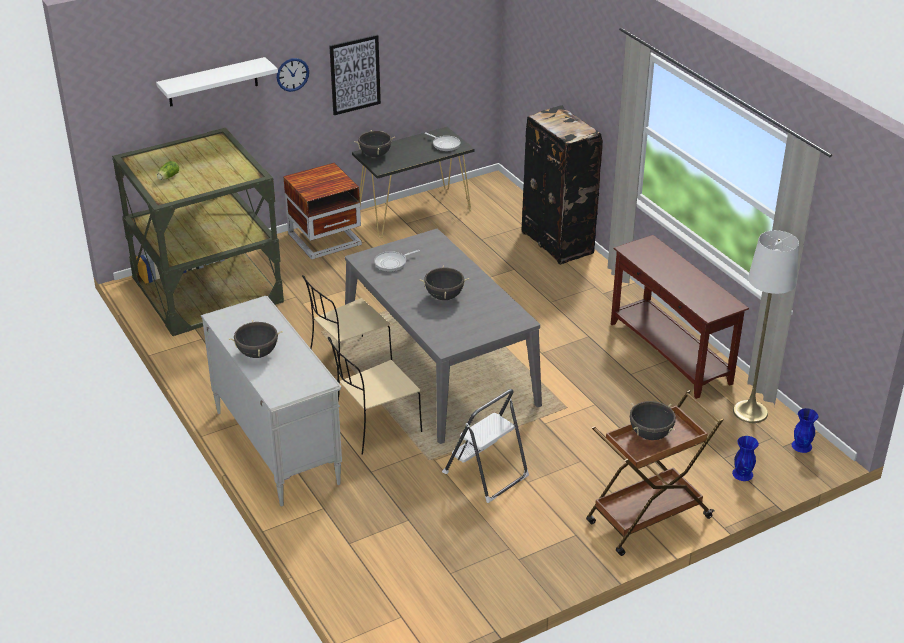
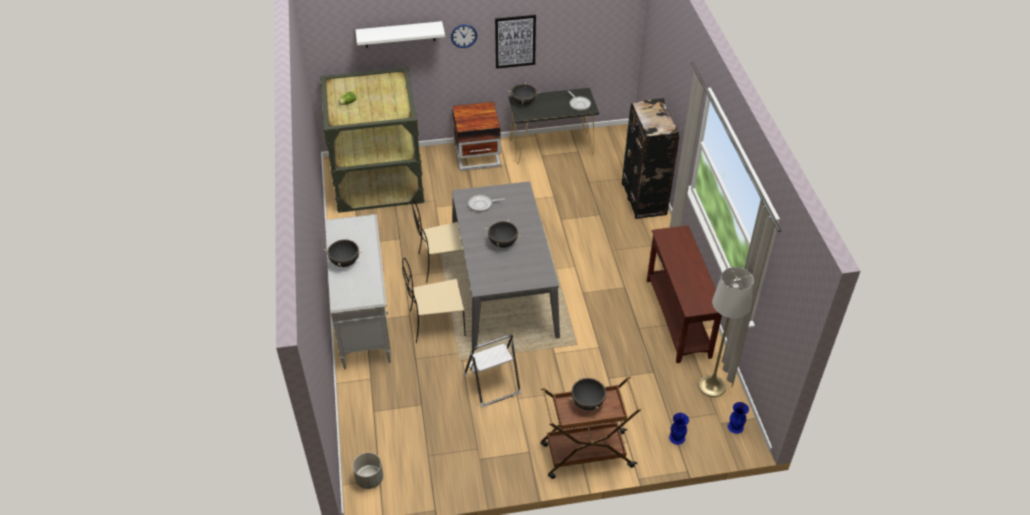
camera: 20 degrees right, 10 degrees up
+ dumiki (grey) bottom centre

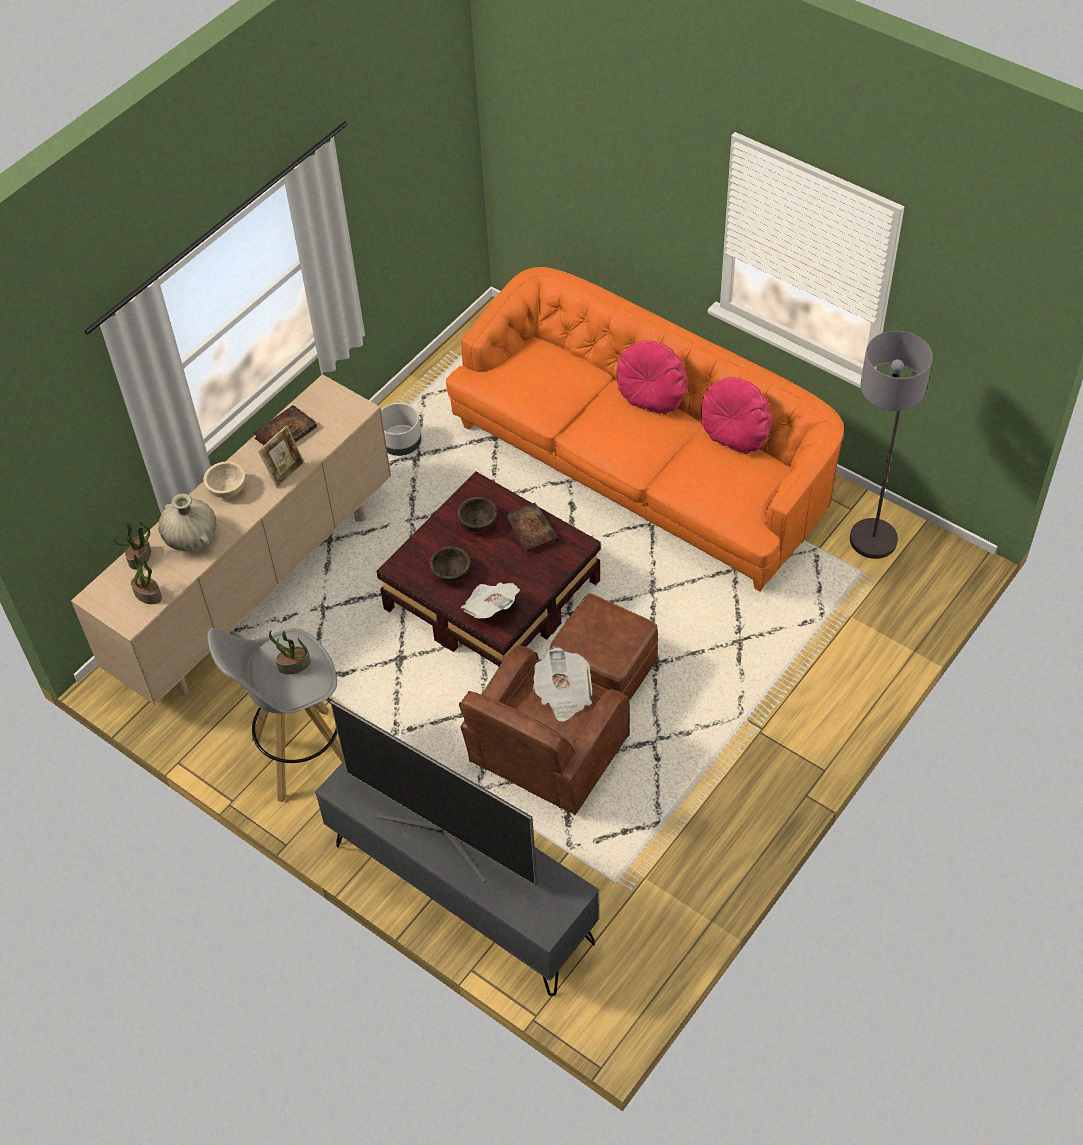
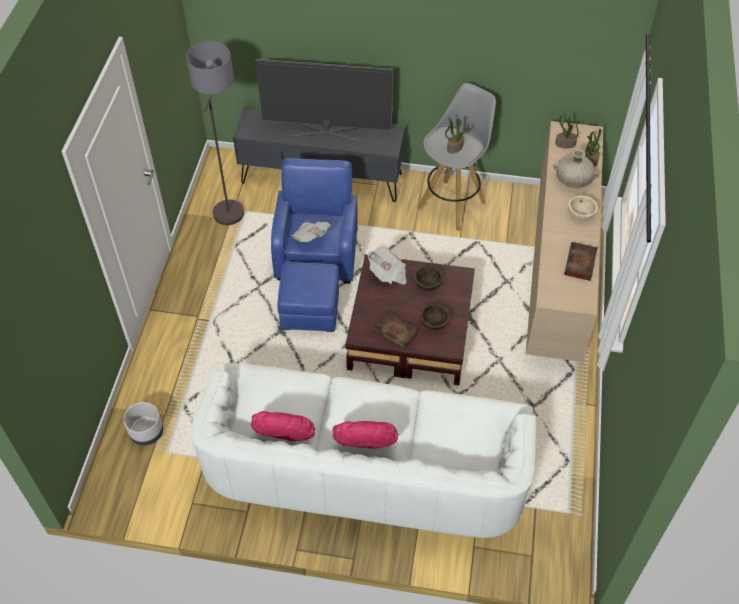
camera: 150 degrees right, 0 degrees up
- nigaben middle left
~ dumiki (grey) centre to bottom left
~ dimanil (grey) middle right to top left
~ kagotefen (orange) centre to kagotefen (white) bottom centre
~ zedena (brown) centre to zedena (blue) centre

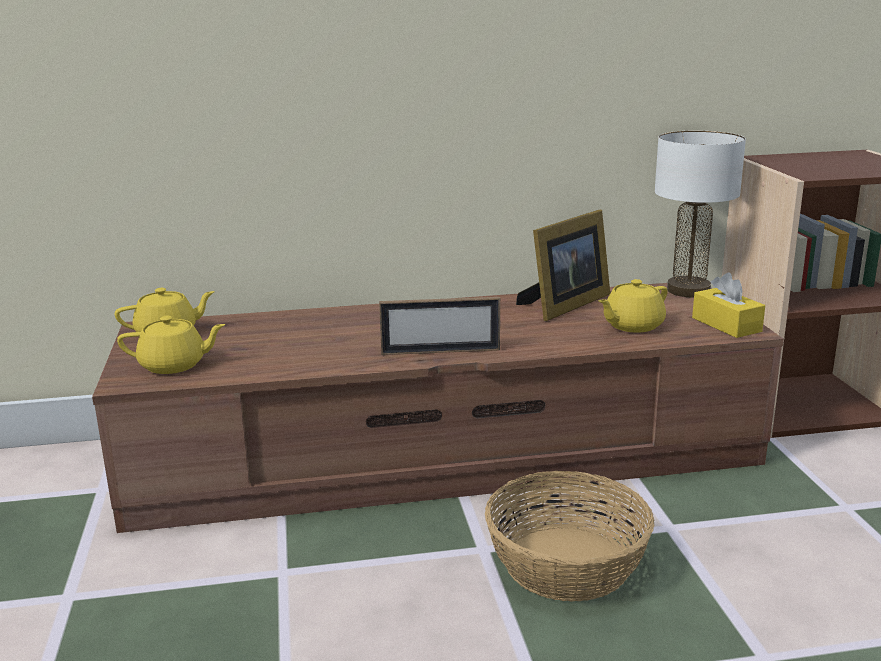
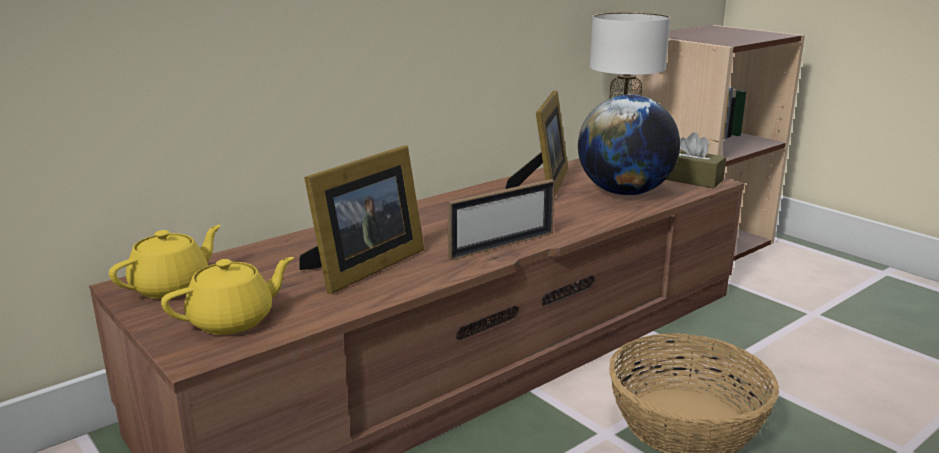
camera: 30 degrees left, 0 degrees up
+ nigaben (no. 1 from left) centre
~ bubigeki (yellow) (no. 3 from left) middle right to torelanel top right
~ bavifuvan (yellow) middle right to bavifuvan (brown) middle right

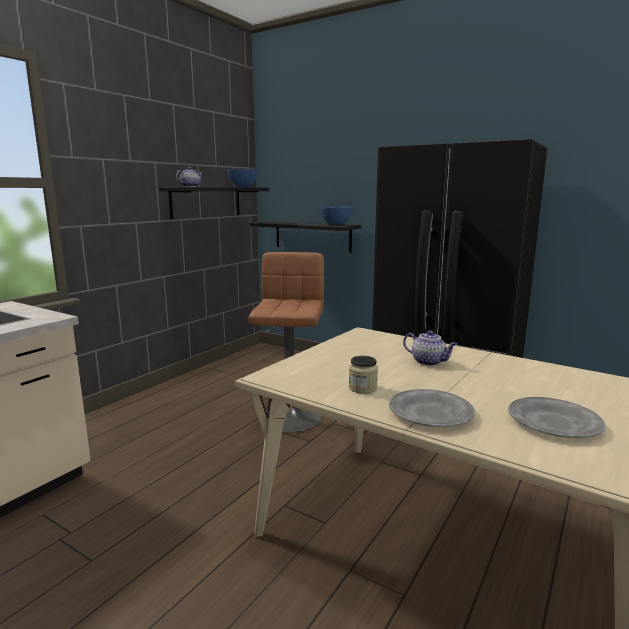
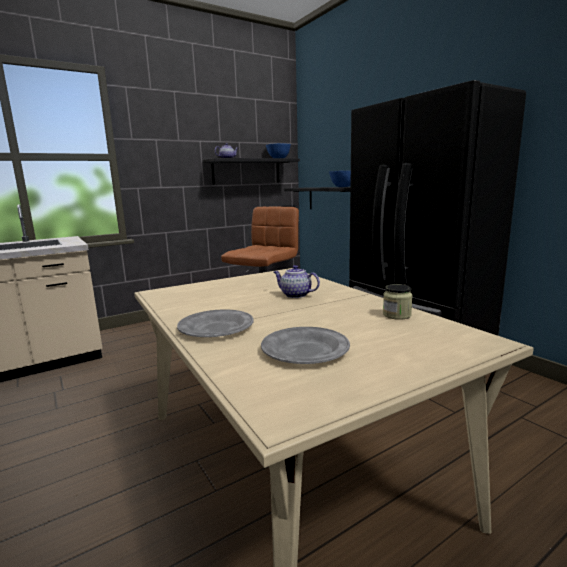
camera: 25 degrees right, 0 degrees up
~ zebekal centre to middle right
~ bubigeki (no. 2 from left) middle right = centre 150 degrees clockwise

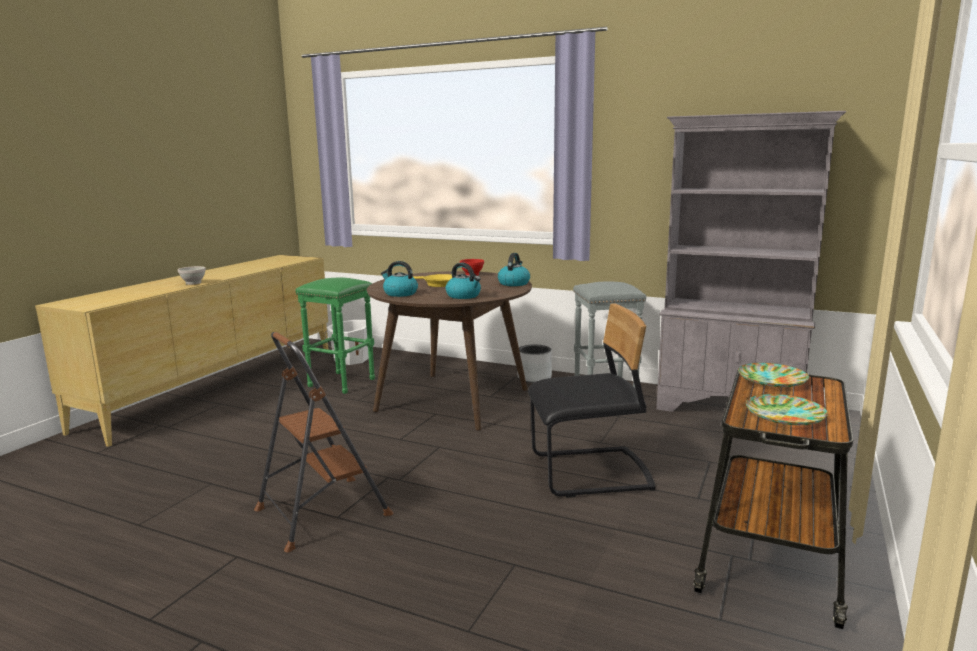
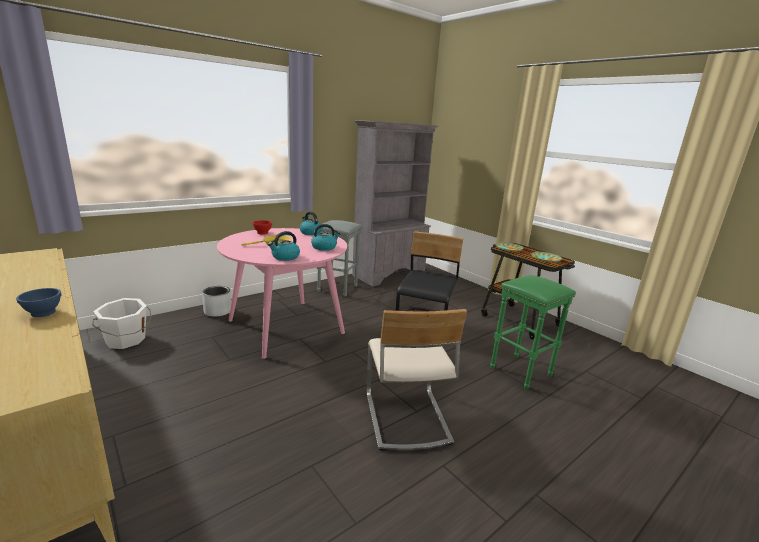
camera: 65 degrees left, 5 degrees up
~ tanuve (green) centre to middle right
~ dumiki (grey) centre to middle left
~ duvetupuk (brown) bottom left to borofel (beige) bottom centre
~ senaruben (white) middle left to senaruben (blue) middle left
~ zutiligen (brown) centre to zutiligen (pink) centre

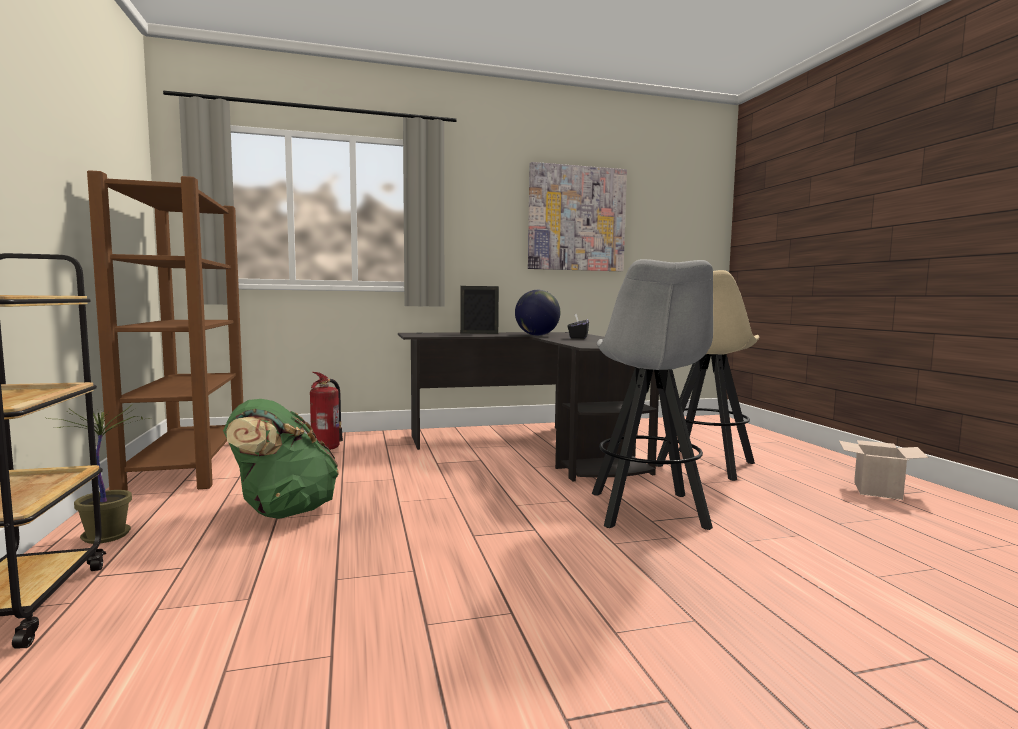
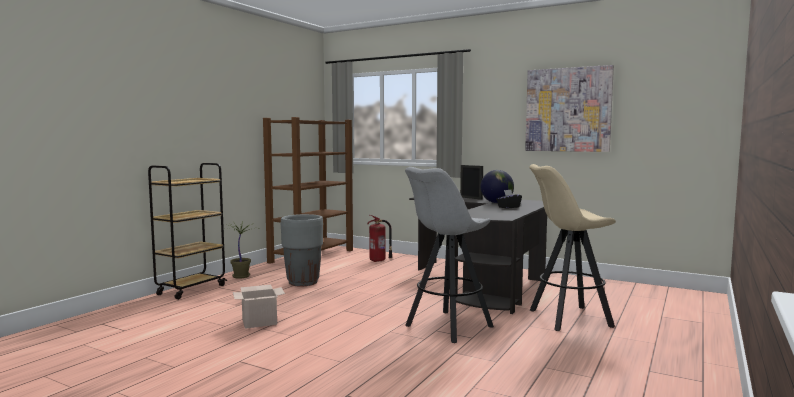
camera: 45 degrees right, 0 degrees up
~ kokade middle right to bottom left
~ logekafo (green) middle left to dumiki (grey) centre

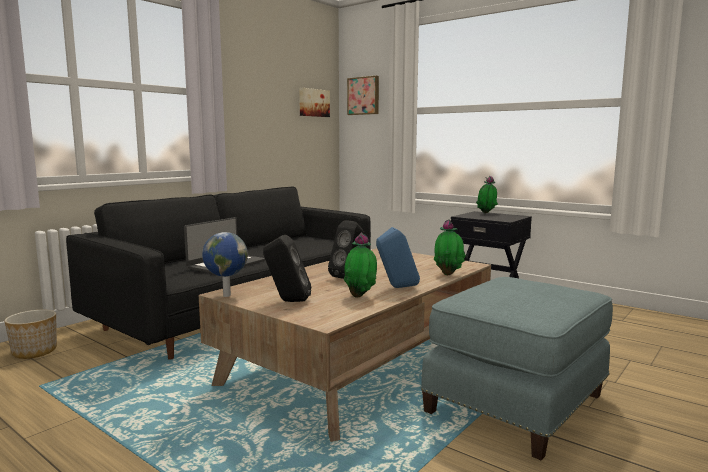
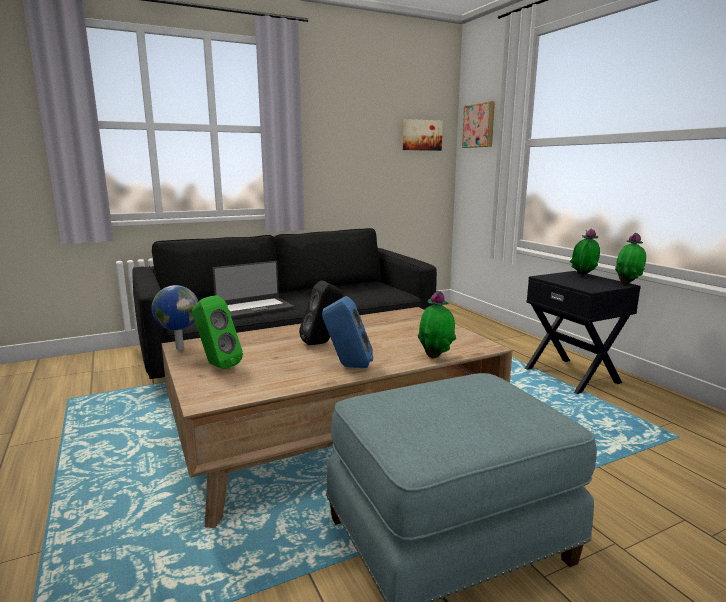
camera: 25 degrees right, 5 degrees up
- dumiki bottom left
~ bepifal (no. 1 from left in the first image) centre to bepifal (no. 3 from left) middle right
~ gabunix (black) (no. 1 from left) centre to gabunix (green) middle left

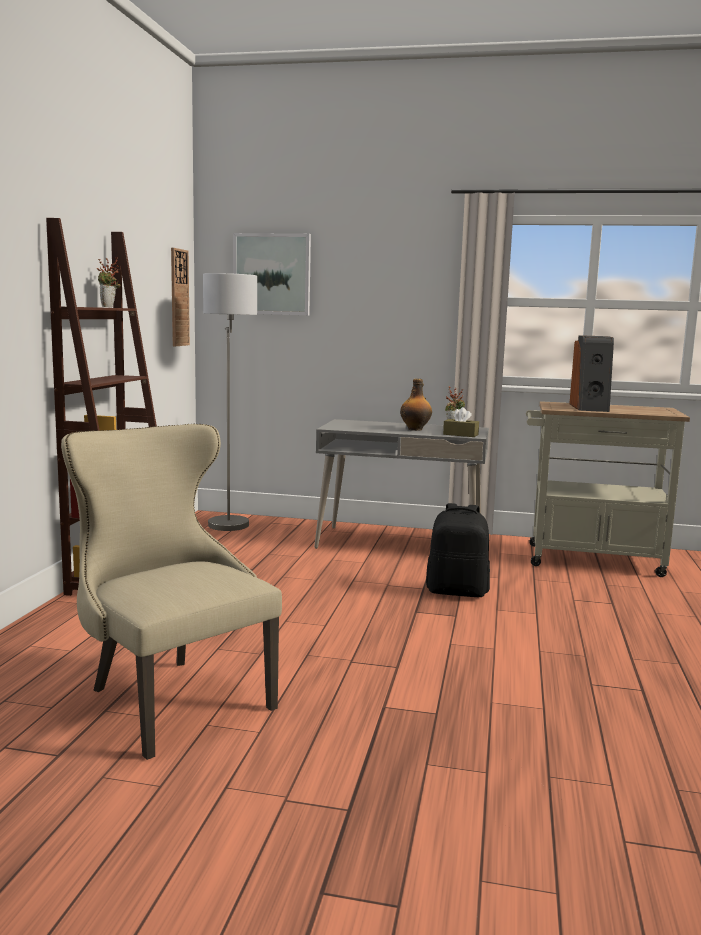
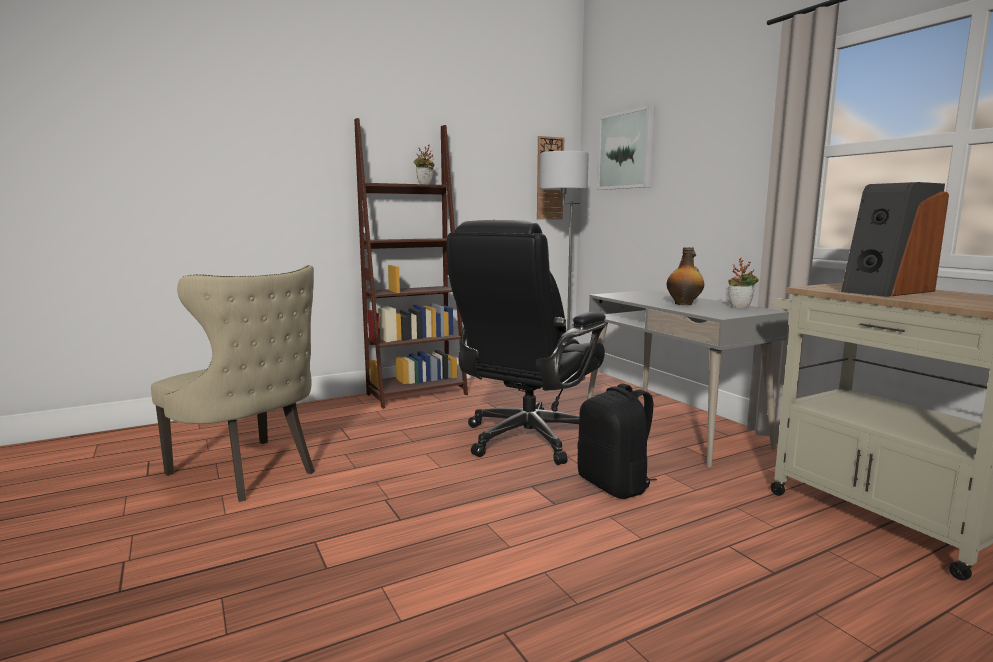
camera: 50 degrees right, 0 degrees up
- bavifuvan (brown) centre
+ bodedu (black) centre
~ borofel (beige) middle left = middle left 120 degrees clockwise

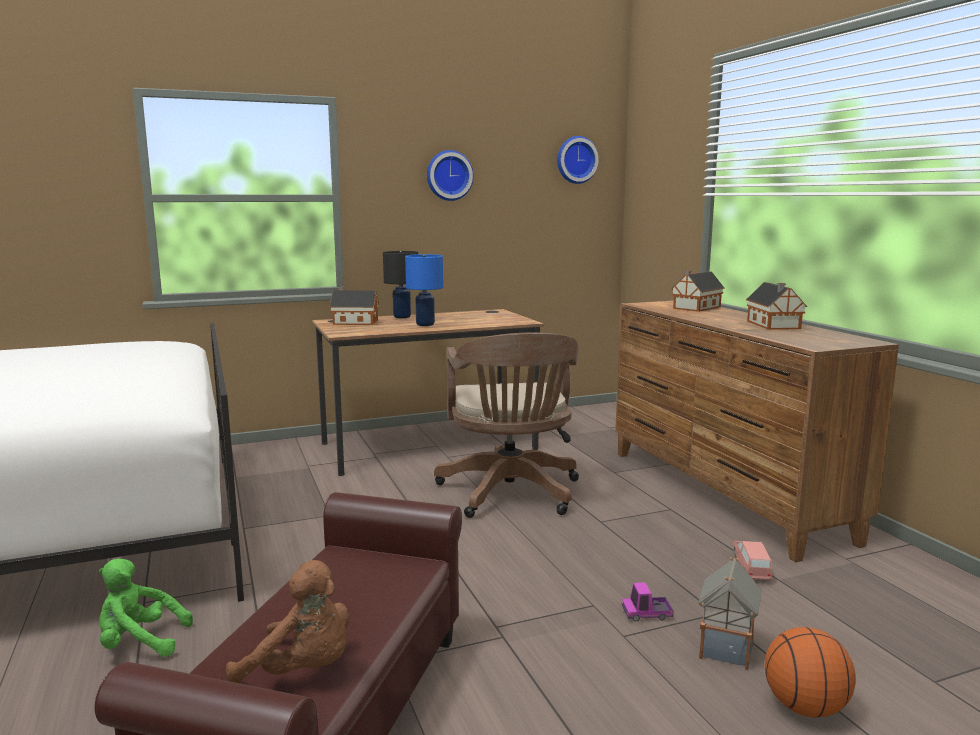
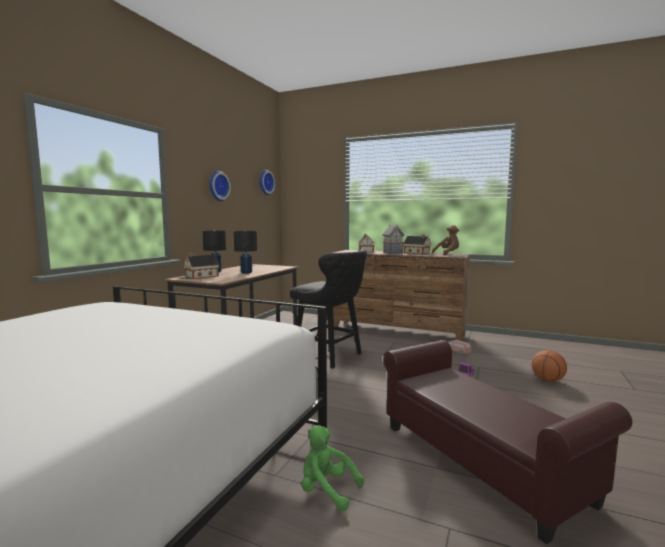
camera: 45 degrees left, 5 degrees down
~ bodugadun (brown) bottom left to middle right
~ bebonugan (no. 3 from left) bottom right to centre
~ bodedu (brown) centre to tanuve (black) centre
~ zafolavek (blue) centre to zafolavek (black) (no. 2 from left) centre
~ bodugadun (green) bottom left = bottom centre 75 degrees clockwise

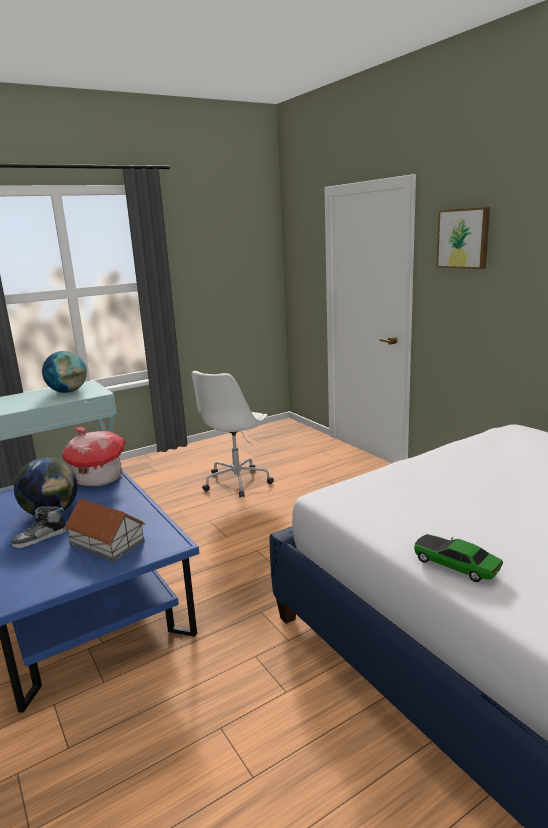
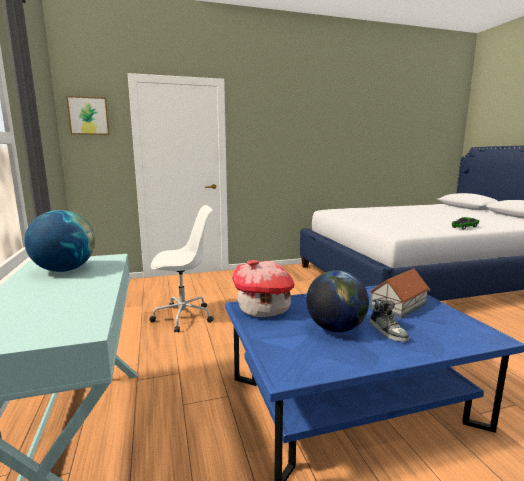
camera: 75 degrees left, 5 degrees down
~ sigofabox top right to top left
~ bodedu (white) centre = centre 60 degrees counterclockwise

